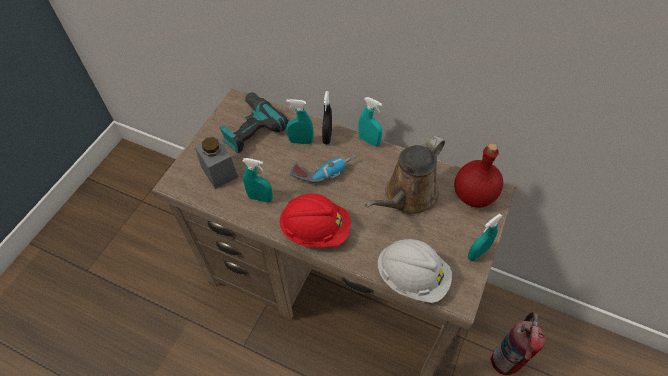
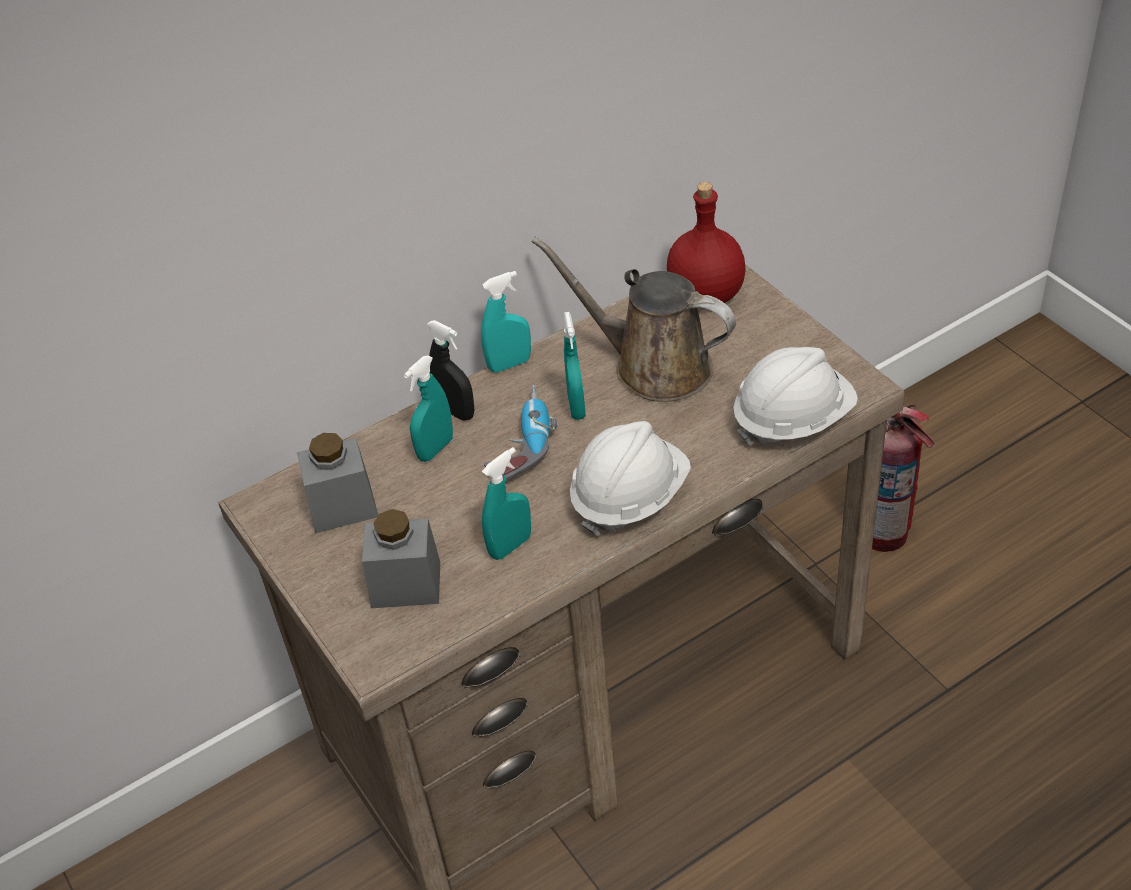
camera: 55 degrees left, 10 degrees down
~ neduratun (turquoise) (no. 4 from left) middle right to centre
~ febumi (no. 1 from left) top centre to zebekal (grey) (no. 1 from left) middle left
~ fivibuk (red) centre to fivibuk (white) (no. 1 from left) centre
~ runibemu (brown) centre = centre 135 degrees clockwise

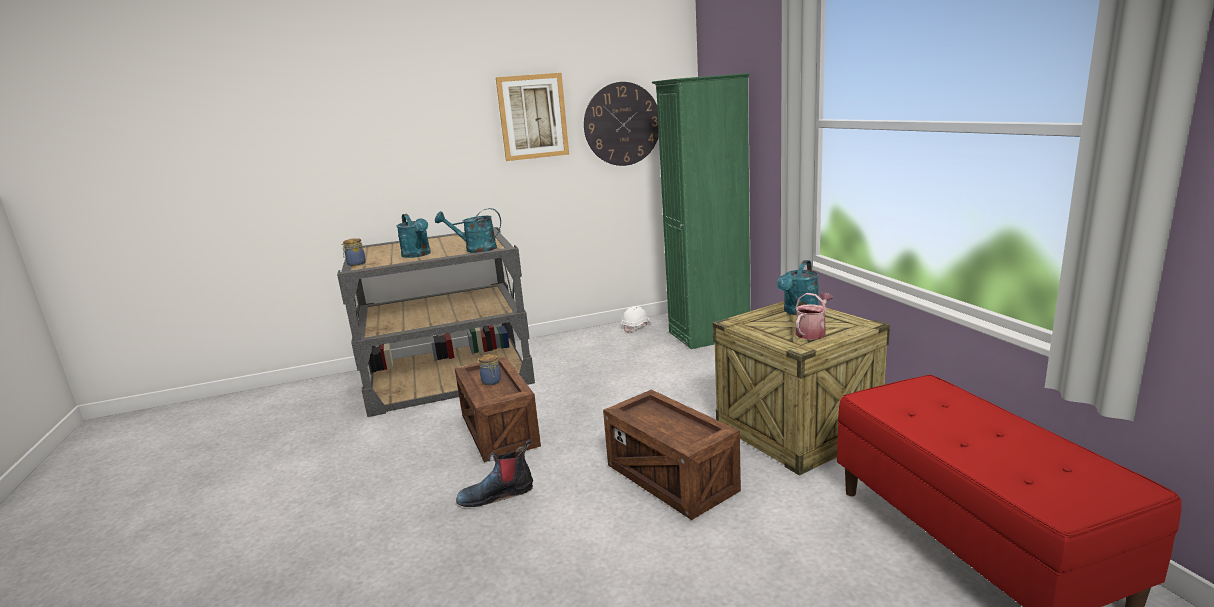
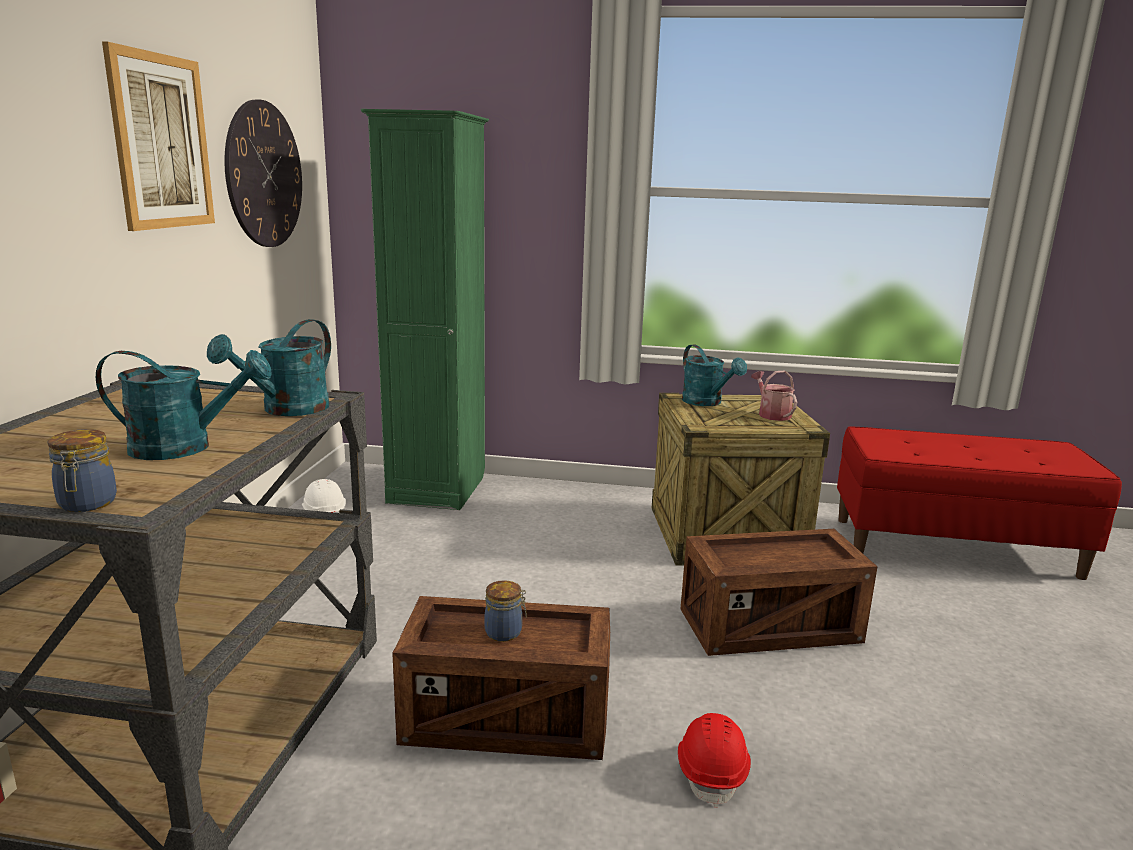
camera: 65 degrees left, 0 degrees up
~ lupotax bottom centre to fivibuk (red) bottom centre

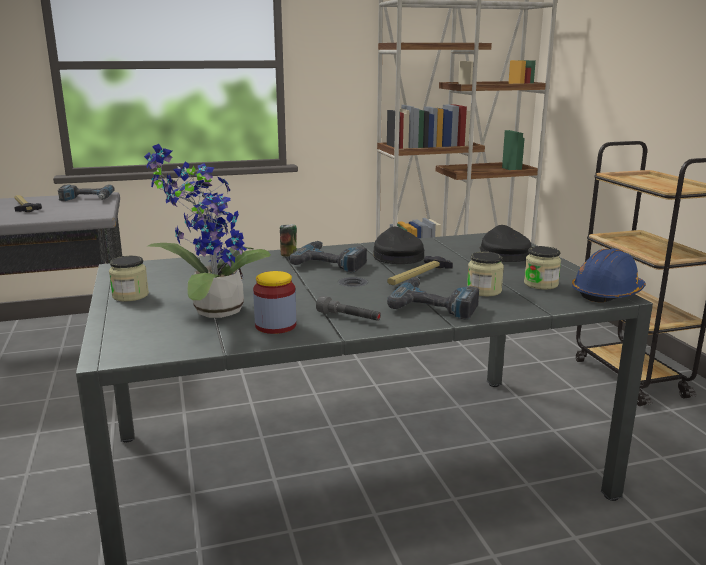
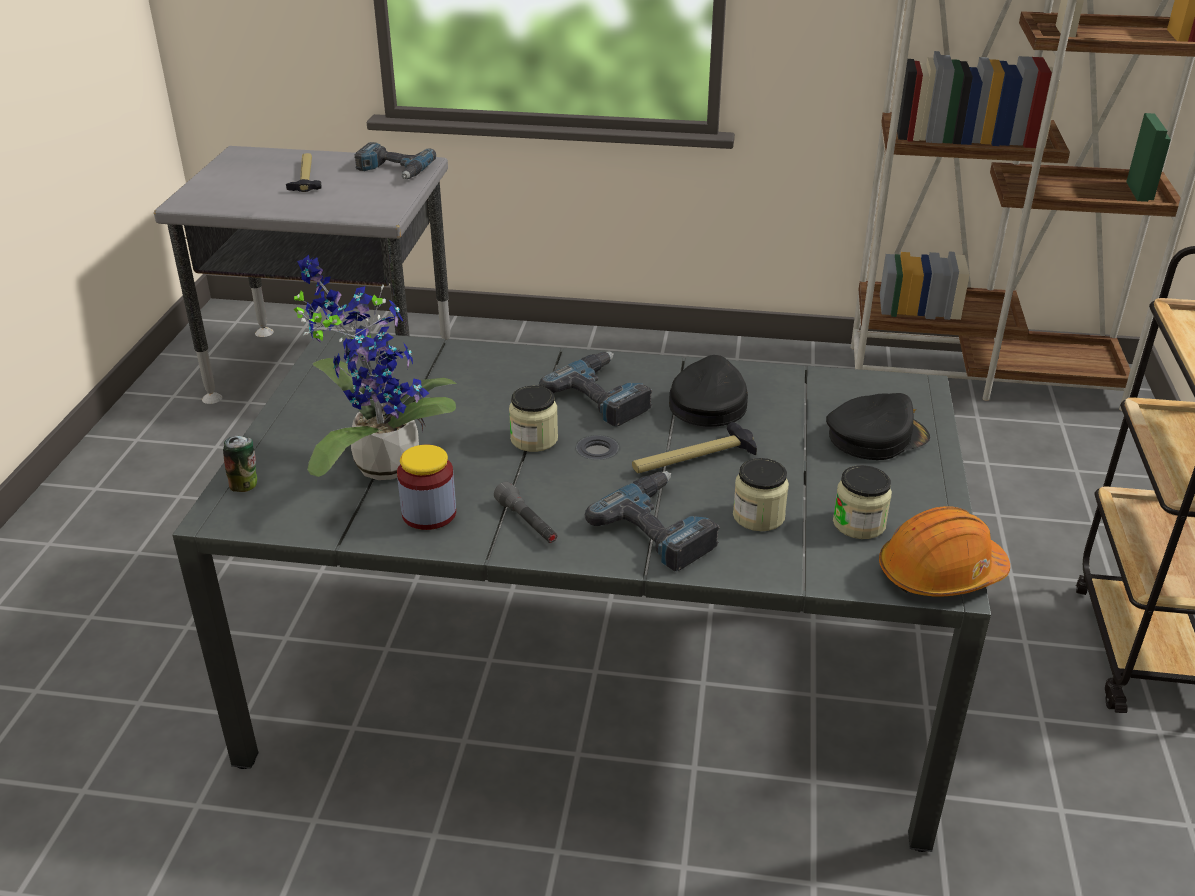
camera: 25 degrees right, 15 degrees up
~ zebekal (no. 1 from left in the first image) middle left to zebekal (no. 2 from left) centre
~ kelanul centre to middle left
~ fivibuk (blue) middle right to fivibuk (orange) middle right
~ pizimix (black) (no. 2 from left) middle right = middle right 45 degrees clockwise

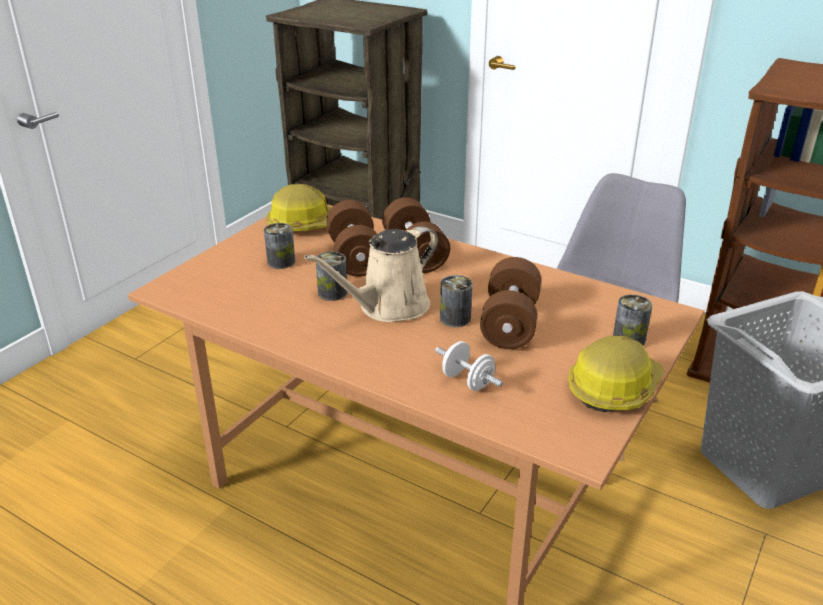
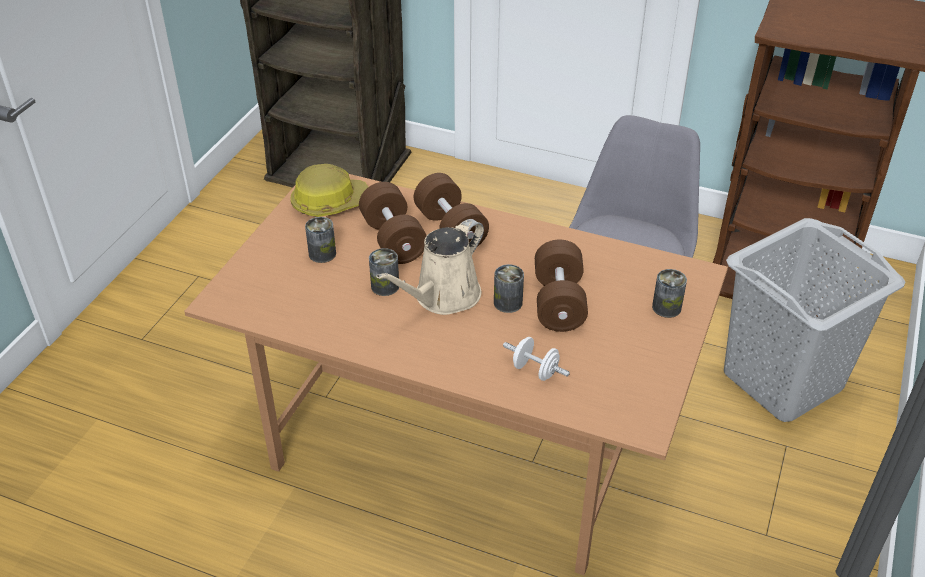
camera: 10 degrees left, 10 degrees up
- fivibuk (no. 2 from left) middle right

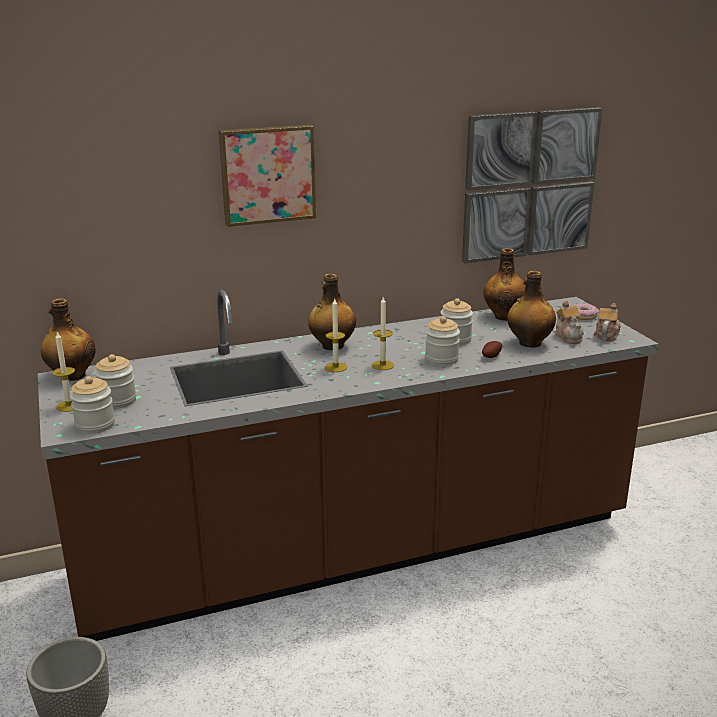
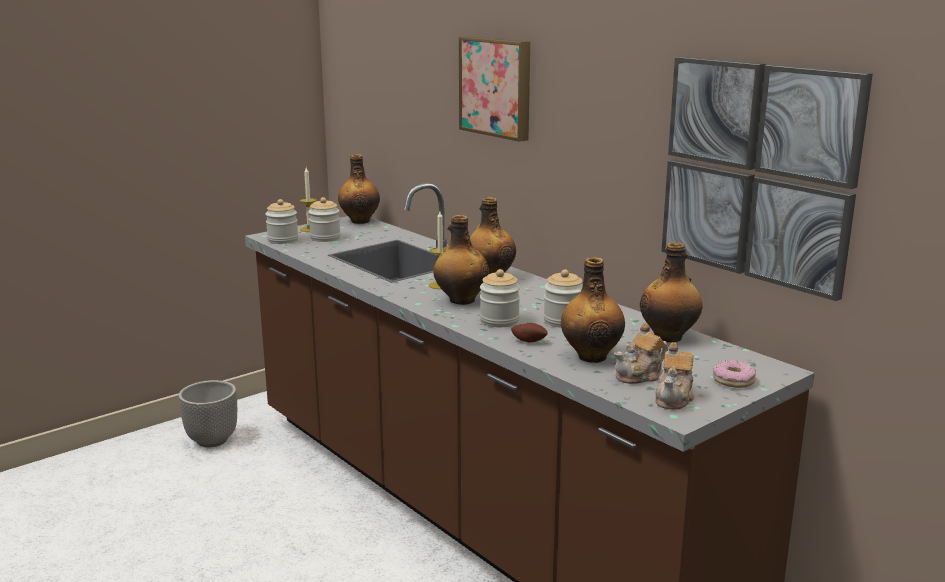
camera: 70 degrees right, 5 degrees down
~ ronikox (no. 3 from left) centre to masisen (no. 2 from left) centre
~ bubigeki (no. 2 from left) middle right = middle right 105 degrees clockwise

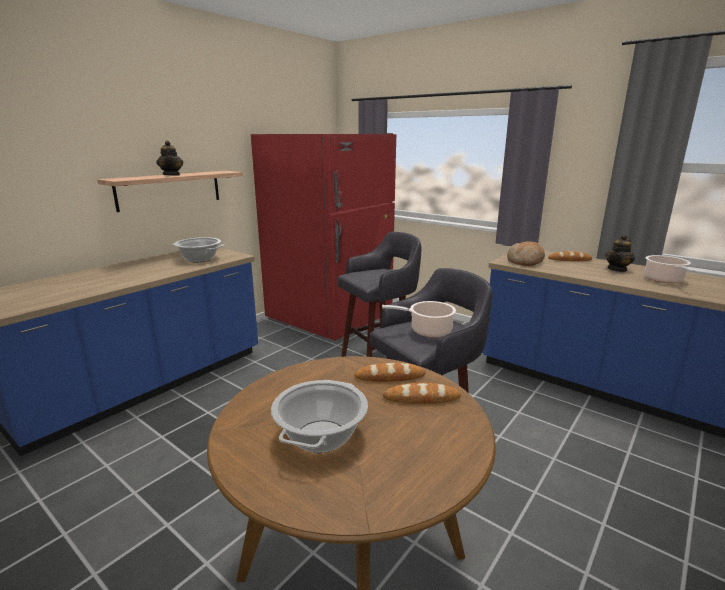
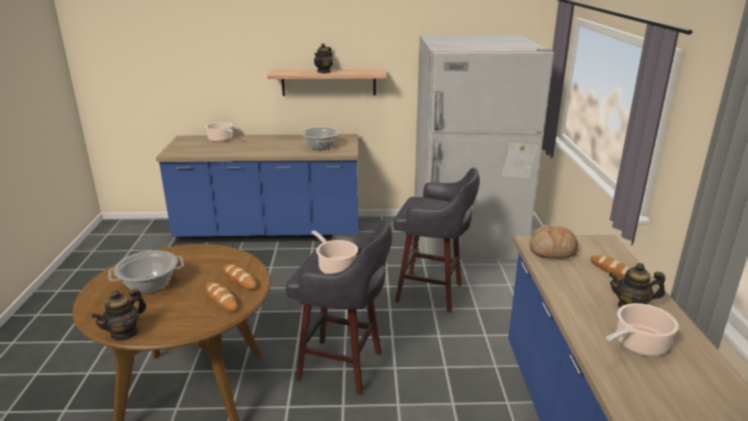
camera: 50 degrees right, 5 degrees up
+ bubigeki (no. 1 from left) bottom left
+ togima (no. 2 from left) top left
~ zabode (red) centre to zabode (white) centre

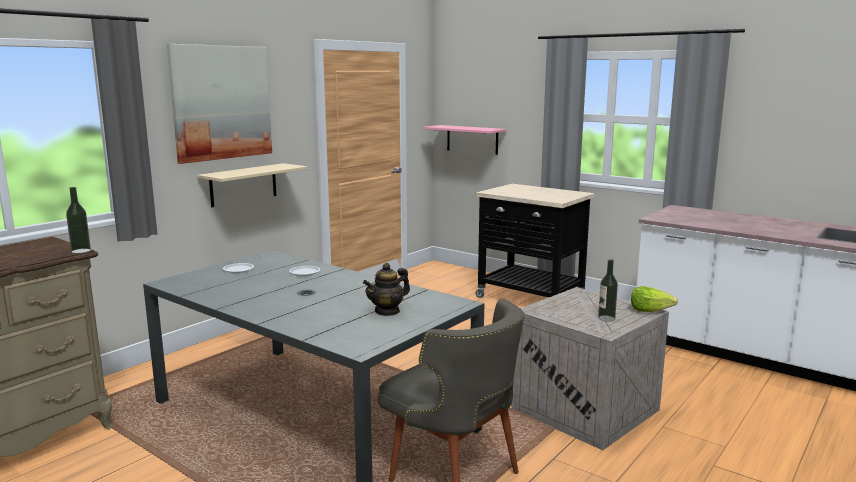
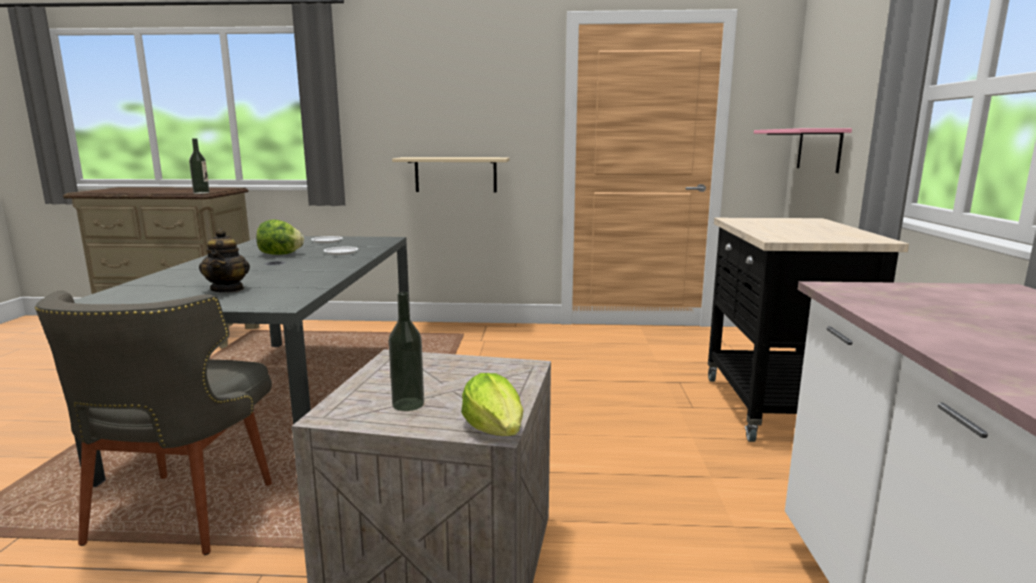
camera: 55 degrees right, 0 degrees up
- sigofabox top left
+ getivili (no. 1 from left) middle left
~ bubigeki centre = middle left 120 degrees counterclockwise

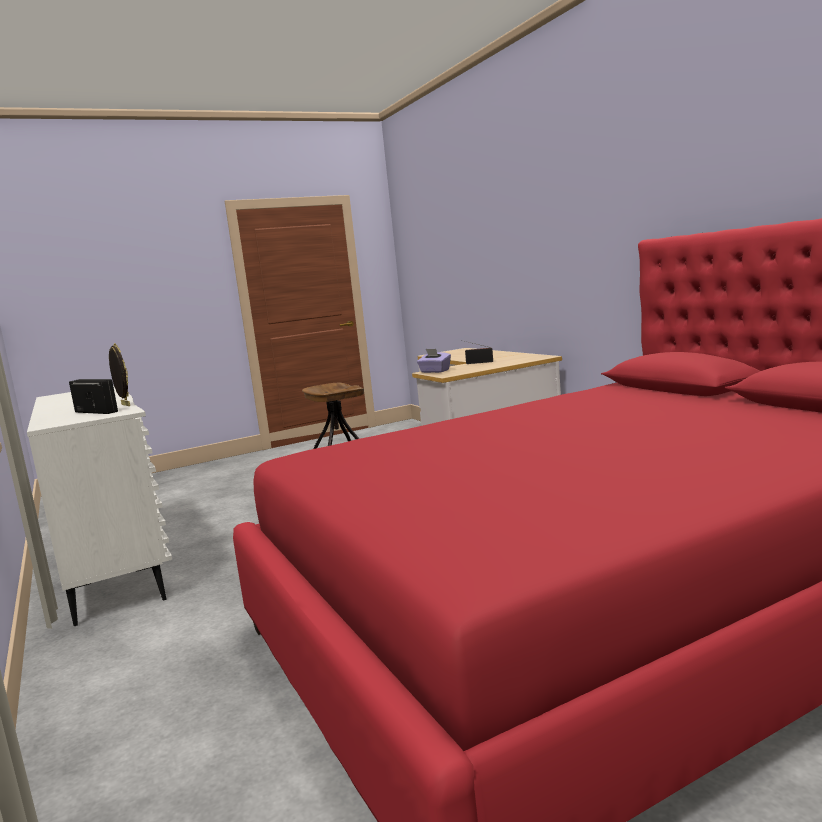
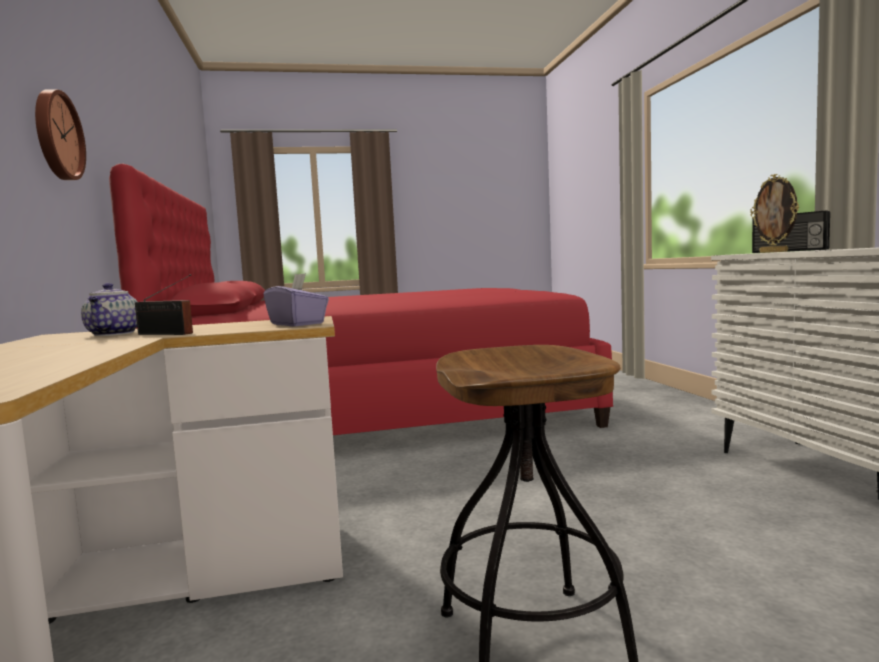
camera: 165 degrees left, 5 degrees down
+ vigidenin top left
+ bubigeki middle left

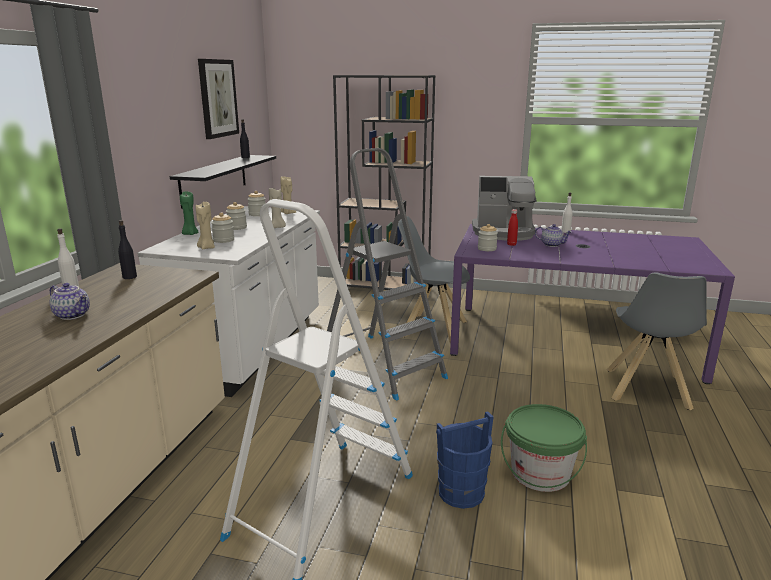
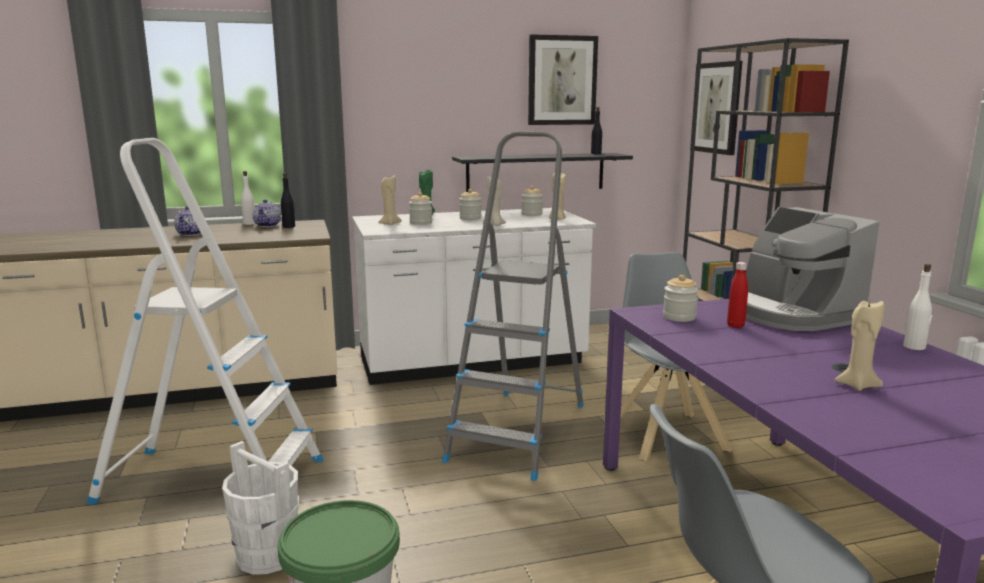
camera: 60 degrees right, 5 degrees down
+ sigofabox (no. 2 from left) top right
+ ronikox (beige) (no. 4 from left) middle right
~ bubigeki (no. 2 from left) middle right to middle left
~ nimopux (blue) bottom centre to nimopux (white) bottom left

